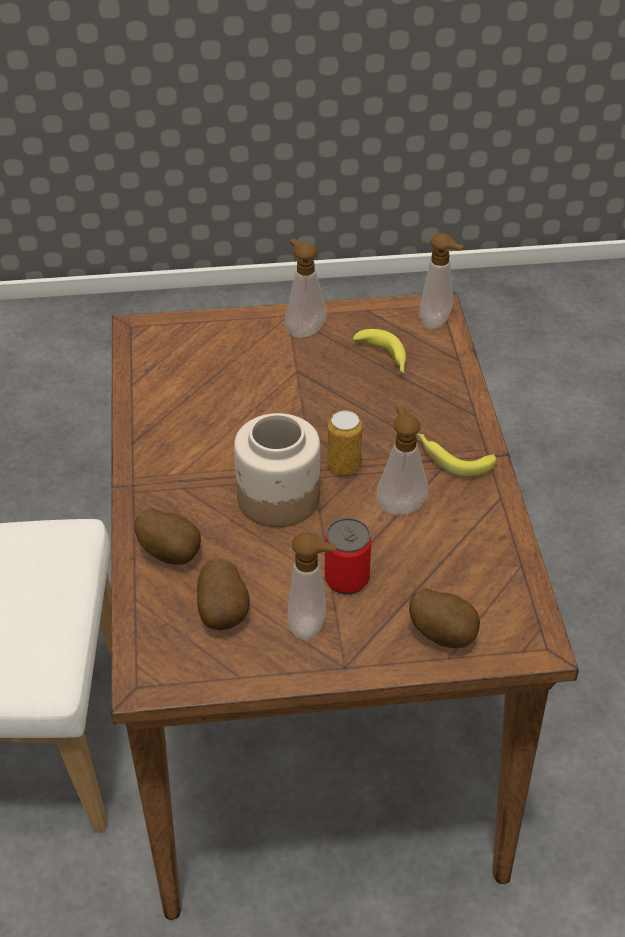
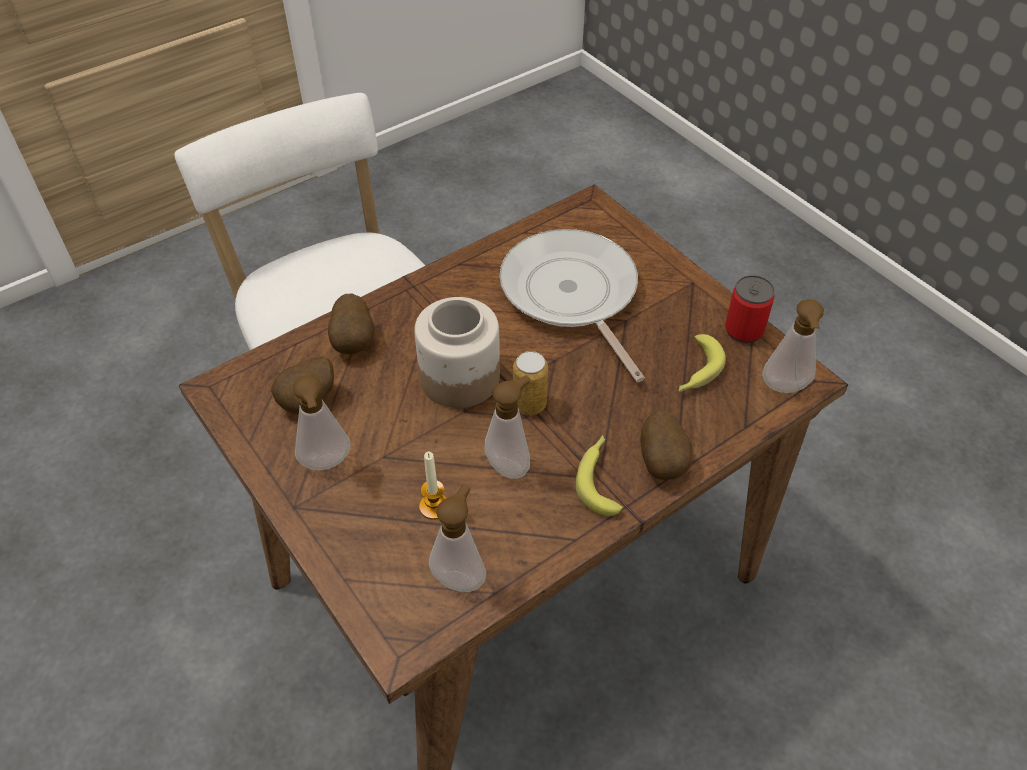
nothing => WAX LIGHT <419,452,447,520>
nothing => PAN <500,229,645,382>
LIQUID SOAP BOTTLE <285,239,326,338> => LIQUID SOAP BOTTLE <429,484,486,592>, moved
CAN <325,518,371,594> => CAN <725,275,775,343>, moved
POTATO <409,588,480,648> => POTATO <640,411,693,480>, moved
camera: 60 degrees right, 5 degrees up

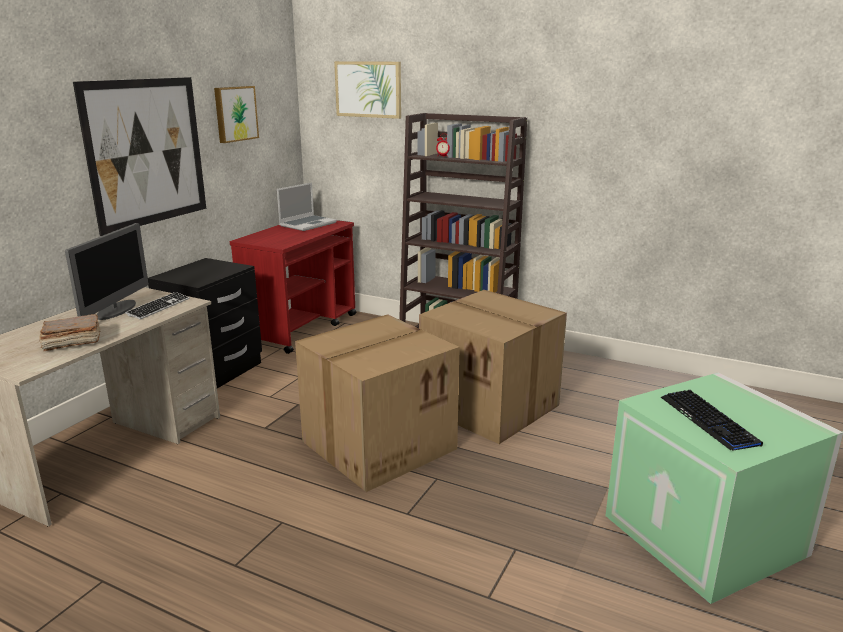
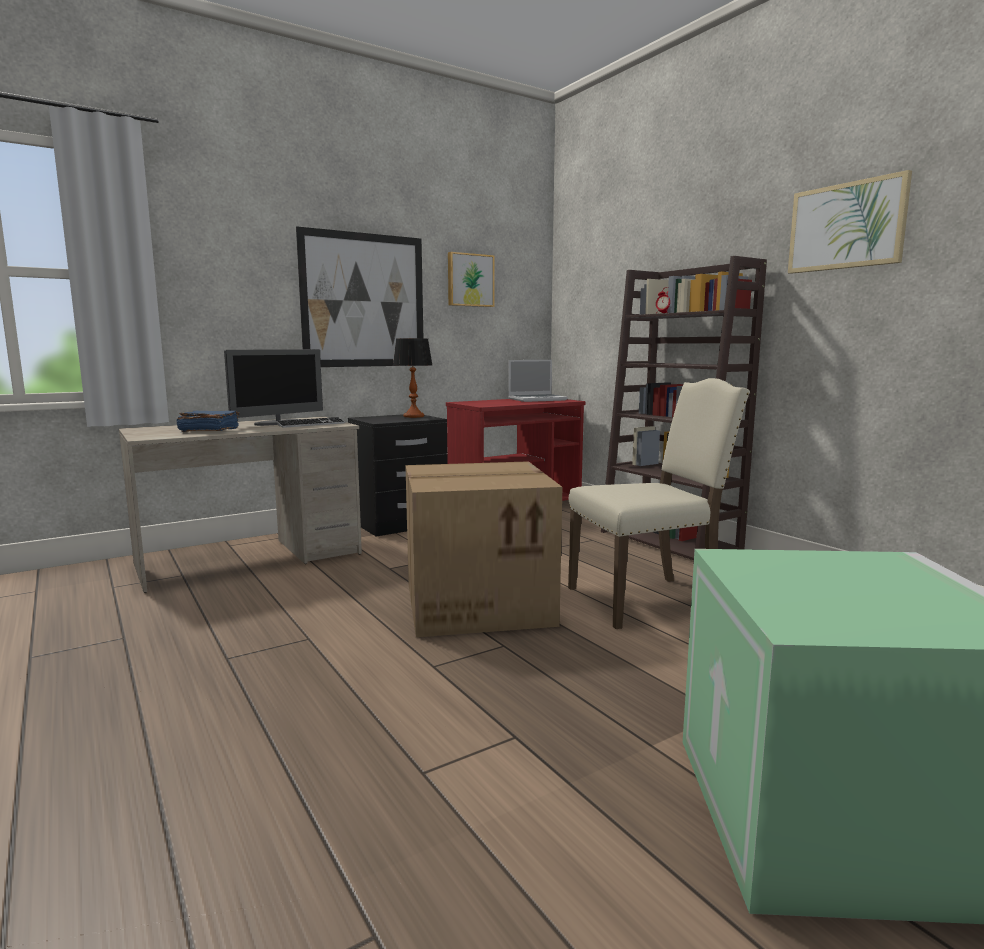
PC KEYBOARD <661,390,763,451> => nothing
nothing => LAMP FOR A TABLE <393,338,432,418>
WALL PICTURE <334,61,401,119> => WALL PICTURE <788,170,912,274>, moved
CARTON <419,290,567,444> => BEIGE-COLOURED UPRIGHT CHAIR <568,378,750,629>
BROWN-COLOURED BOOK <39,314,100,351> => BLUE-COLOURED BOOK <177,410,240,432>
camera: 30 degrees right, 10 degrees down

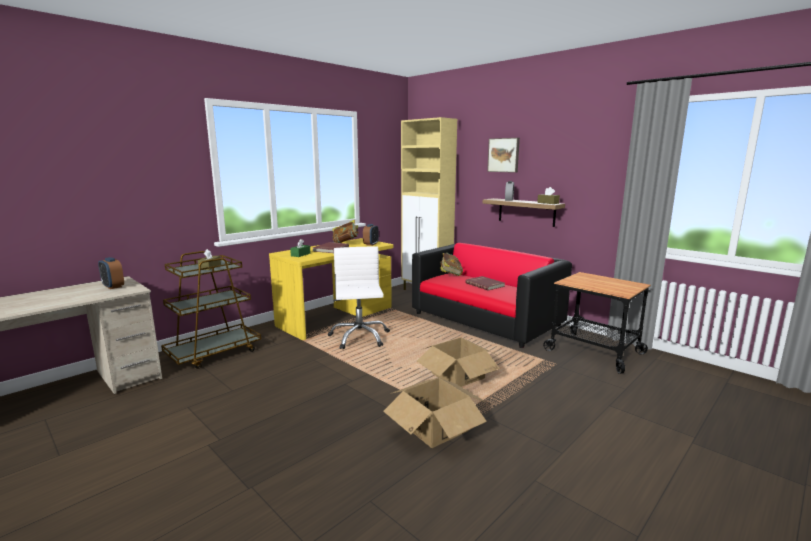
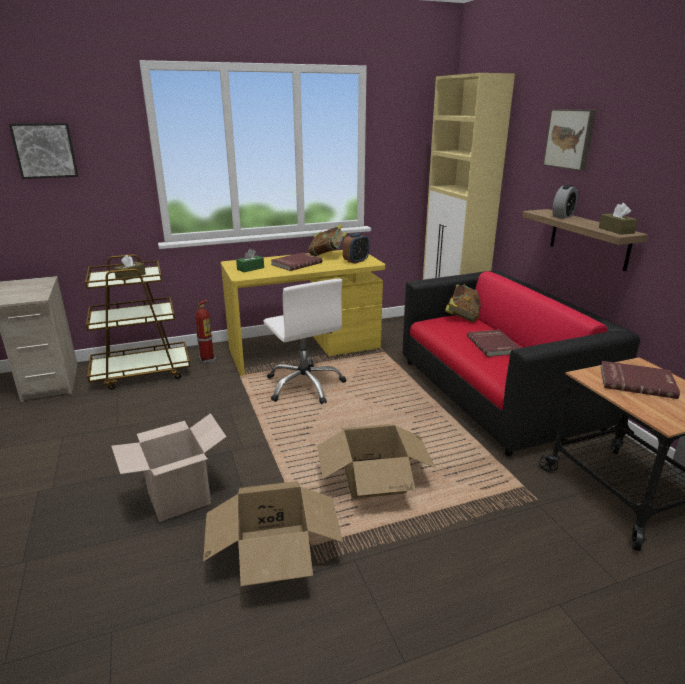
TABLE CLOCK <98,257,124,289> => nothing
nothing => WALL PICTURE <9,123,78,179>
nothing => CARTON <111,413,226,522>
nothing => FIRE-FIGHTING CYLINDER <196,300,216,364>
nothing => RED-COLOURED BOOK <600,361,680,399>
WHITE-COLOURED DESK CHAIR <328,247,390,350> => WHITE-COLOURED DESK CHAIR <263,279,346,404>, 135 degrees clockwise
camera: 25 degrees right, 10 degrees up

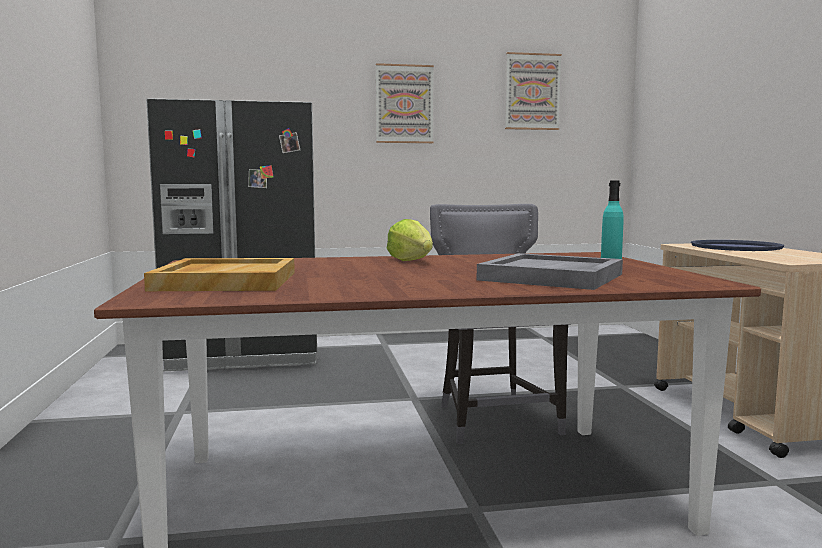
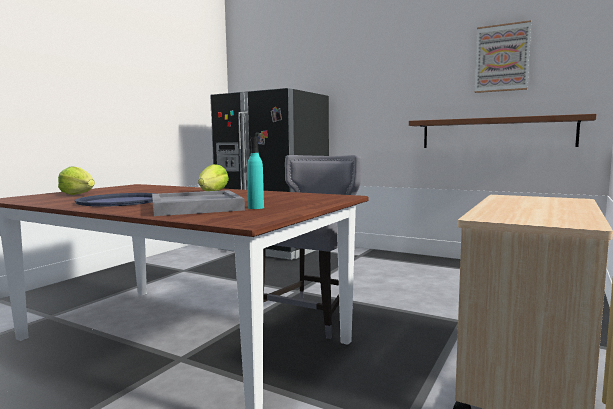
WALL PICTURE <376,63,434,143> => nothing
nothing => BROWN-COLOURED SHELF <409,114,596,148>
BLUE-COLOURED TRAY <691,240,784,251> => BLUE-COLOURED TRAY <75,193,157,207>, moved
BEIGE-COLOURED TRAY <144,258,295,291> => HEAD OF LETTUCE <58,167,95,195>
camera: 40 degrees right, 0 degrees up

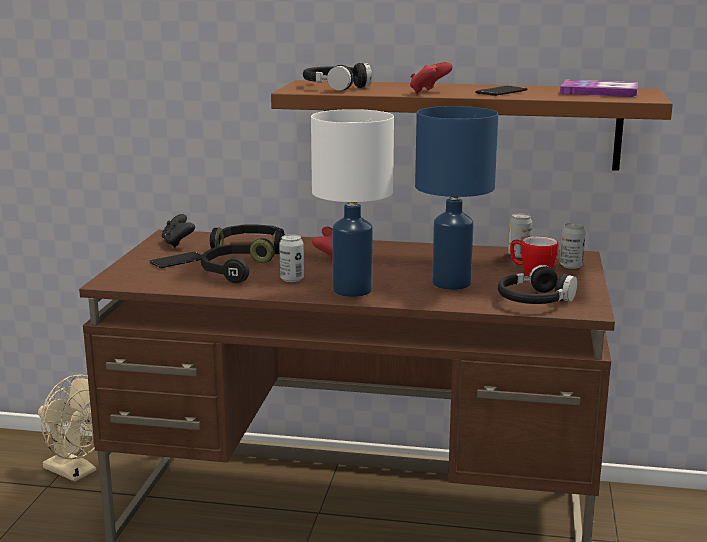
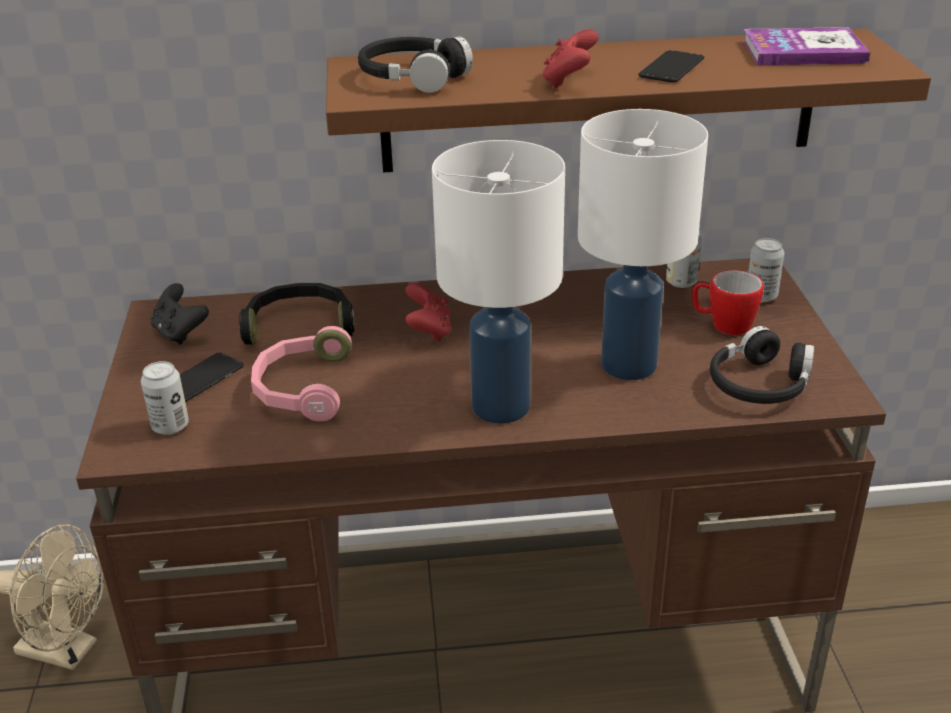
CAN <279,234,304,282> => CAN <141,361,189,435>, moved
BLACKISH HEADPHONES <201,238,275,284> => PINK HEADPHONES <251,326,352,422>
BLUE-COLOURED LAMP FOR A TABLE <415,106,498,290> => WHITE-COLOURED LAMP FOR A TABLE <578,109,708,380>
camera: 15 degrees left, 15 degrees up

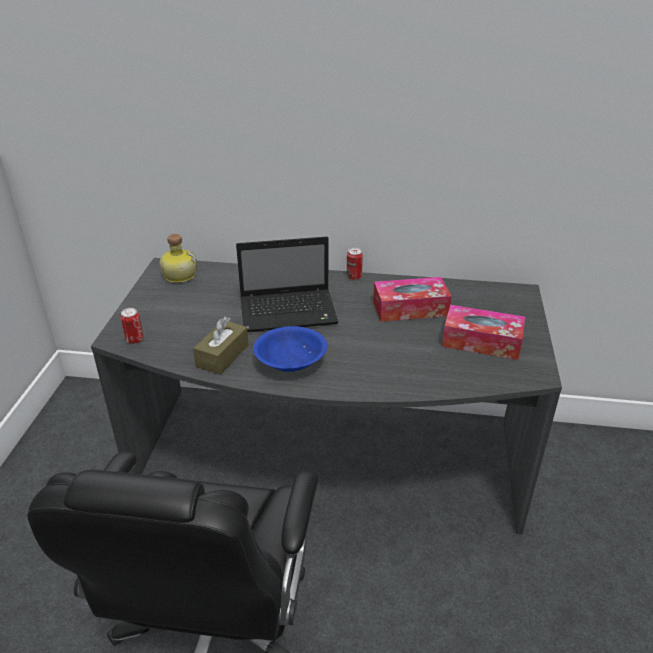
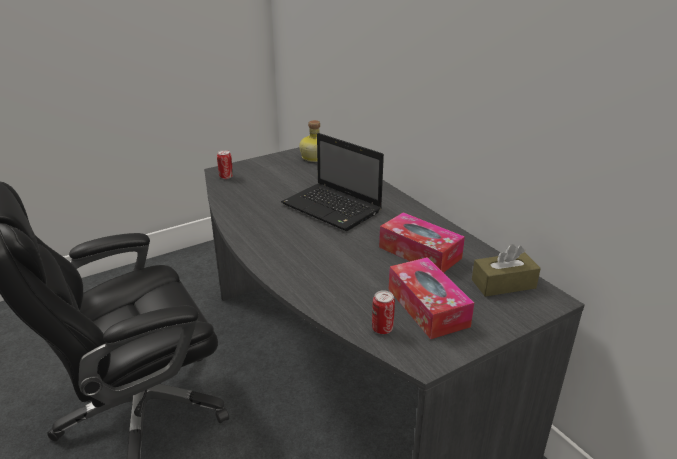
BLUE-COLOURED BOWL <253,326,327,372> => nothing
BROWN-COLOURED BOX OF TISSUES <193,316,249,375> => BROWN-COLOURED BOX OF TISSUES <472,244,541,297>, moved
CAN <347,248,363,280> => CAN <372,290,395,334>, moved
camera: 50 degrees right, 5 degrees down

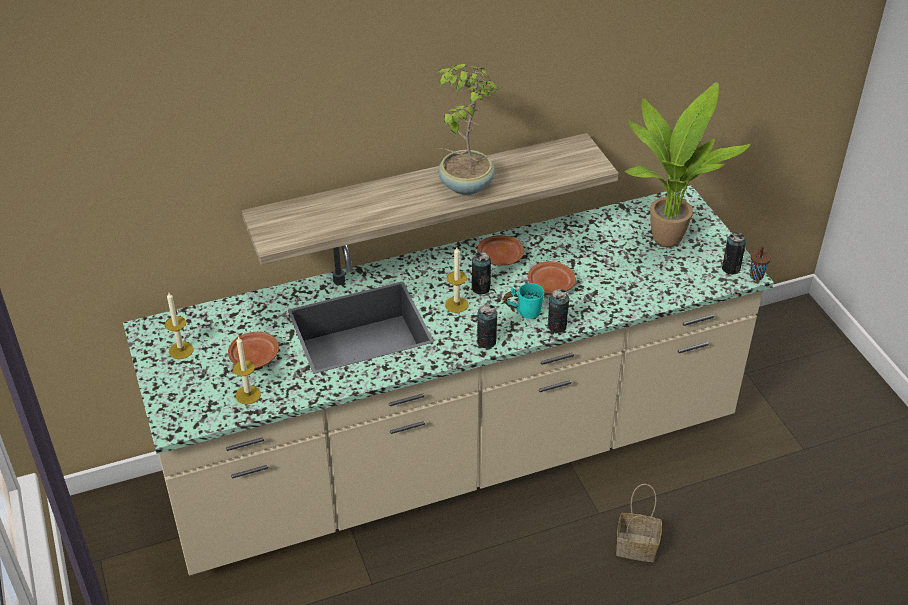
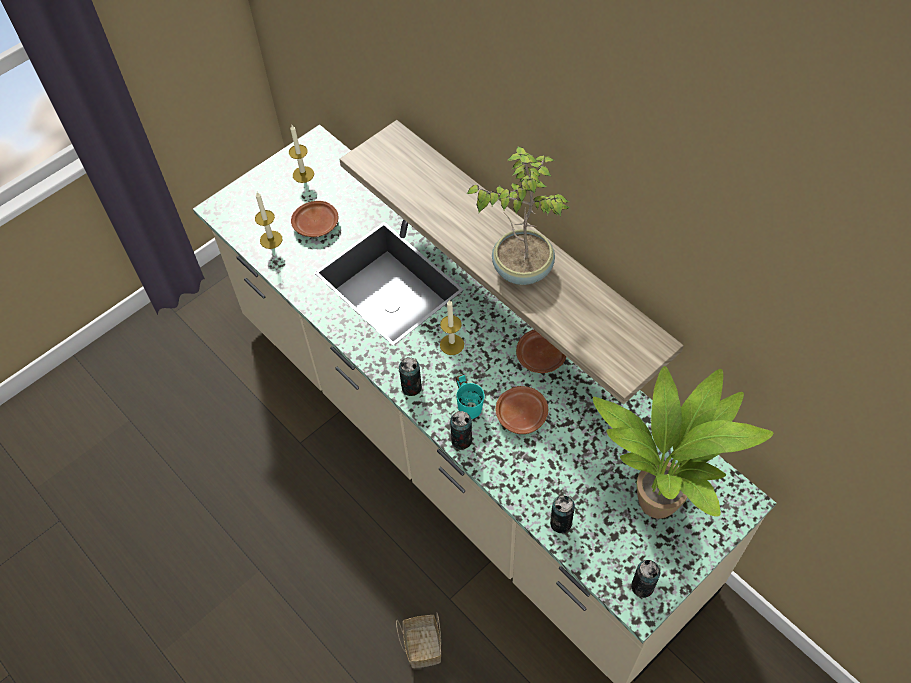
BROWN-COLOURED DRINKING CUP <750,246,771,280> => nothing
CAN <472,252,491,295> => CAN <550,495,575,533>, moved
camera: 70 degrees right, 15 degrees up

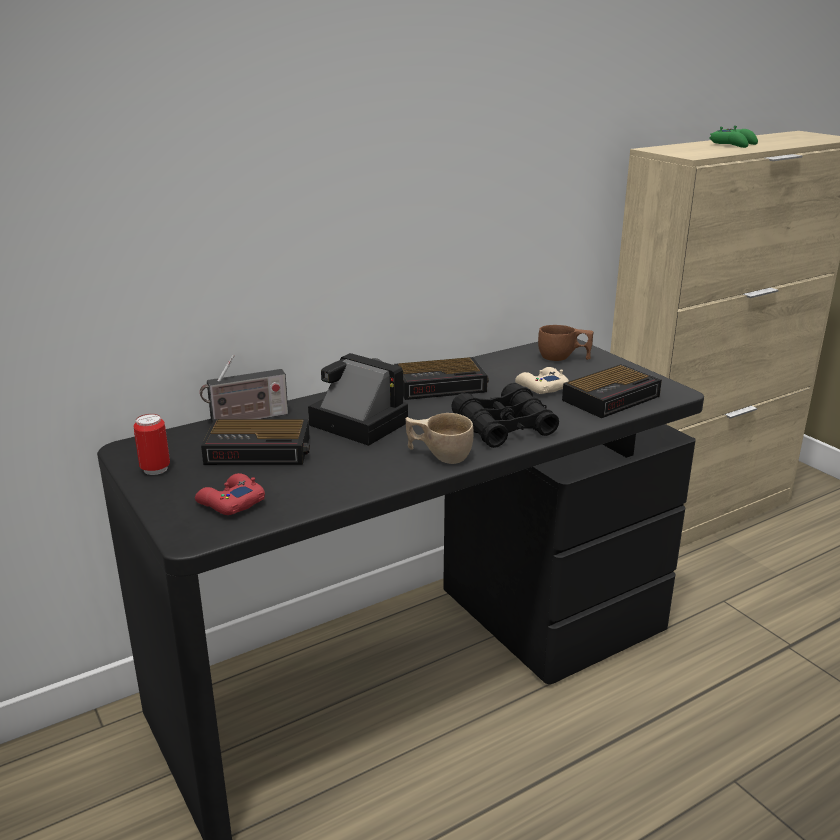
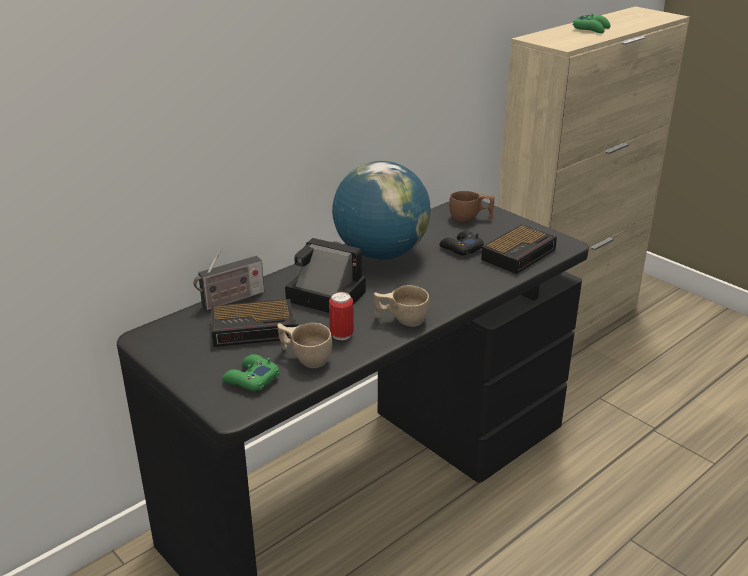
BLACKISH PAIR OF BINOCULARS <451,383,559,448> => nothing
nothing => BEIGE-COLOURED DRINKING CUP <277,323,332,368>
CAN <133,414,170,475> => CAN <329,292,354,340>, moved
TABLE CLOCK <394,357,489,400> => DESK GLOBE <332,161,430,260>
RED-COLOURED JOYPAD <195,473,265,515> => GREEN-COLOURED JOYPAD <222,354,280,391>
BEIGE-COLOURED JOYPAD <515,367,569,394> => BLACKISH JOYPAD <439,231,484,255>
camera: 10 degrees left, 5 degrees up

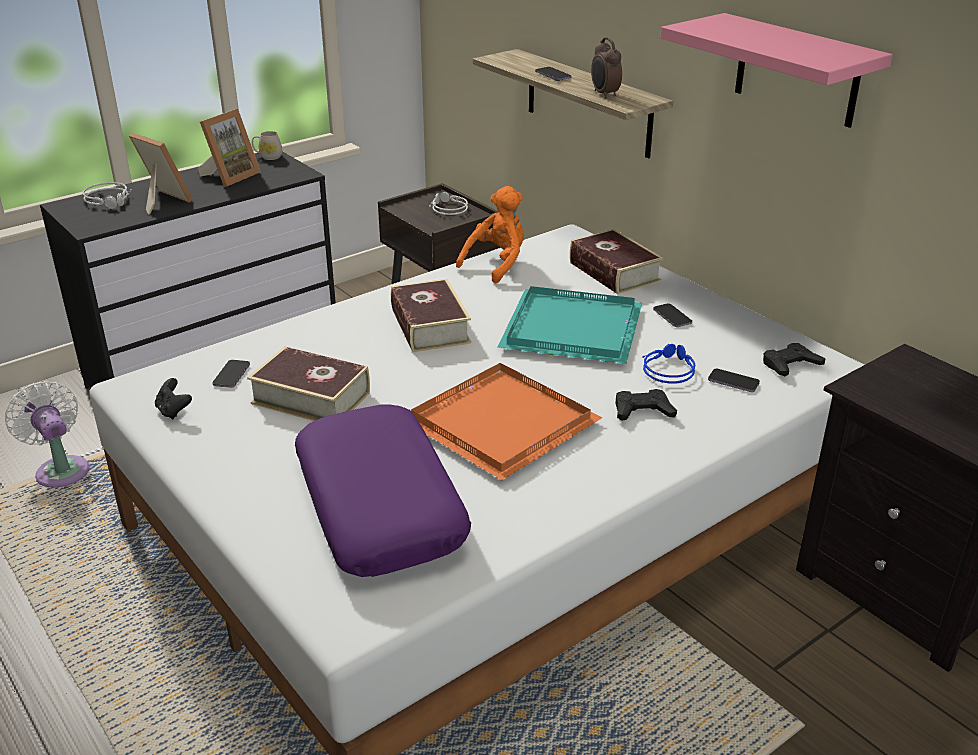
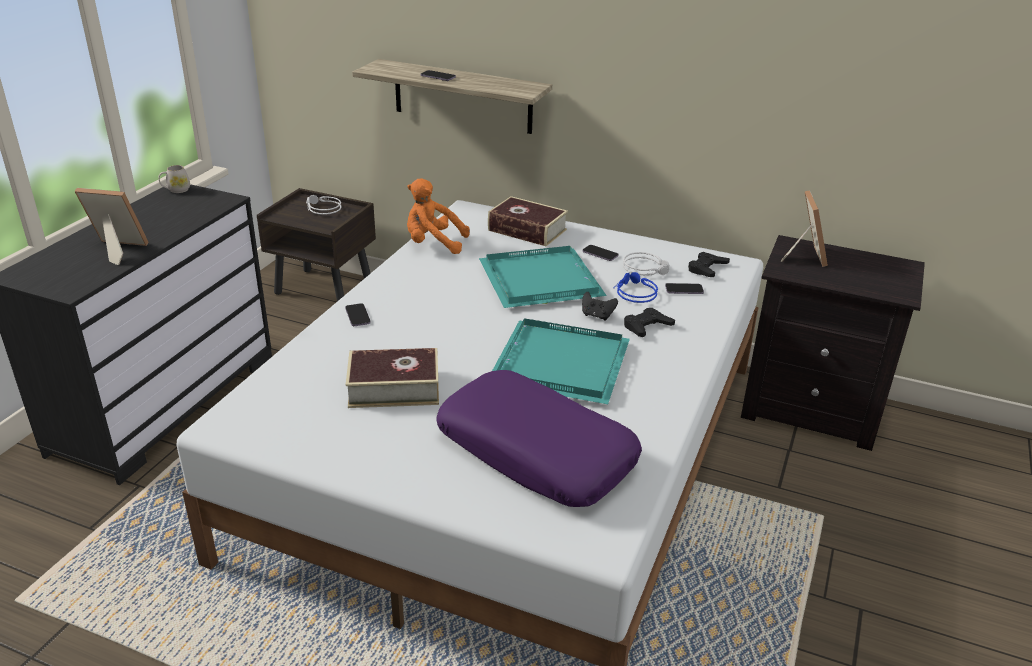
WHITE-COLOURED ELECTRIC FAN <5,381,89,488> => nothing
BOOK <391,279,471,352> => nothing
TABLE CLOCK <591,37,622,99> => nothing
PINK SHELF <660,13,893,128> => nothing
GREYISH HEADPHONES <82,182,132,209> => GREYISH HEADPHONES <623,252,670,275>, moved
BLACKISH JOYPAD <155,378,192,420> => BLACKISH JOYPAD <582,292,618,321>, moved
STANDING FRAME <197,109,261,187> => STANDING FRAME <780,190,828,267>, moved
PHONE <212,360,250,388> => PHONE <345,303,371,326>, moved
ORANGEY TRAY <411,363,602,480> => BLUE-GREEN TRAY <492,318,630,404>
ORANGEY PLUSH TOY <456,186,524,284> => ORANGEY PLUSH TOY <407,179,470,254>, 90 degrees counterclockwise
camera: 30 degrees left, 0 degrees up

